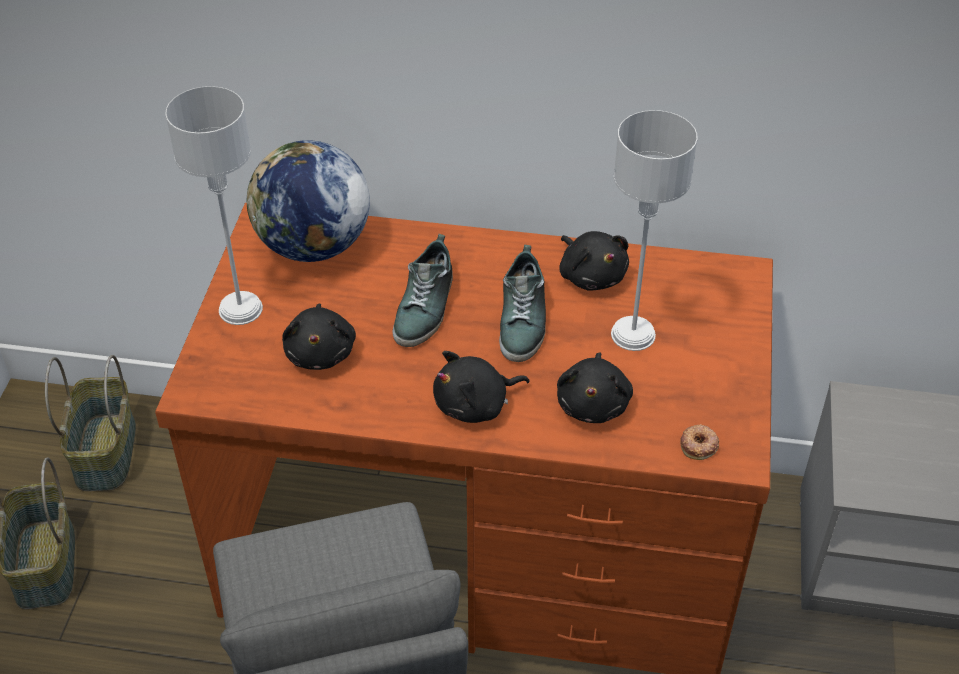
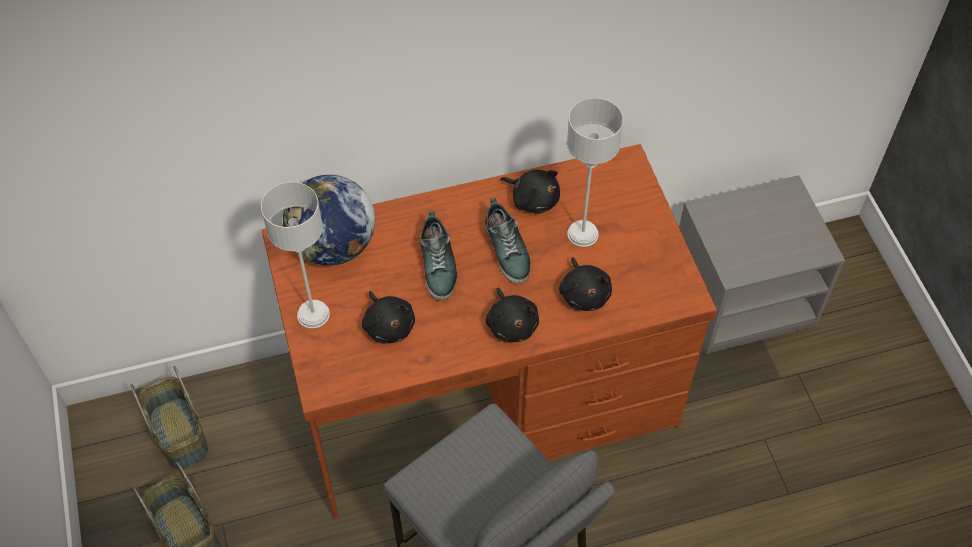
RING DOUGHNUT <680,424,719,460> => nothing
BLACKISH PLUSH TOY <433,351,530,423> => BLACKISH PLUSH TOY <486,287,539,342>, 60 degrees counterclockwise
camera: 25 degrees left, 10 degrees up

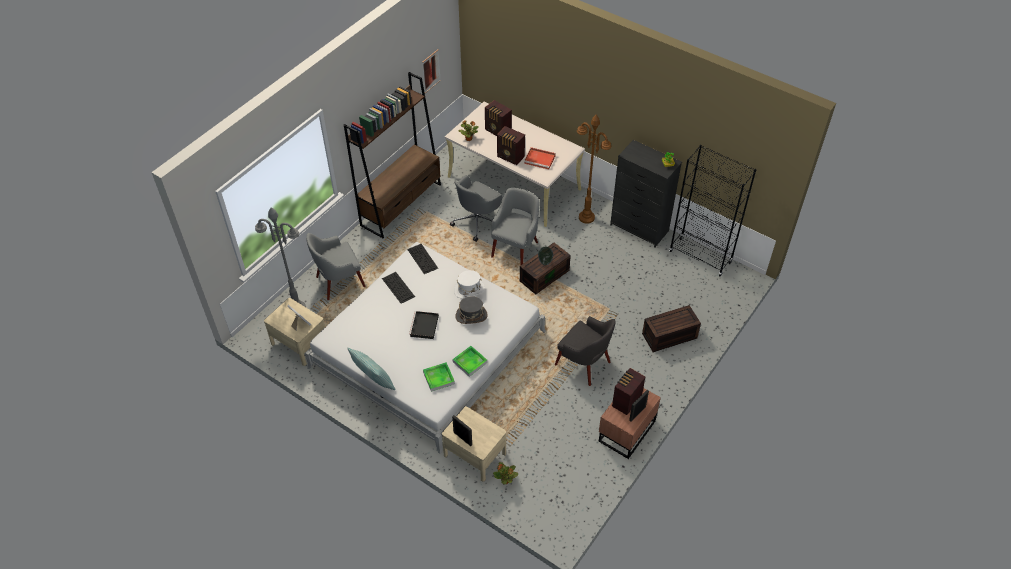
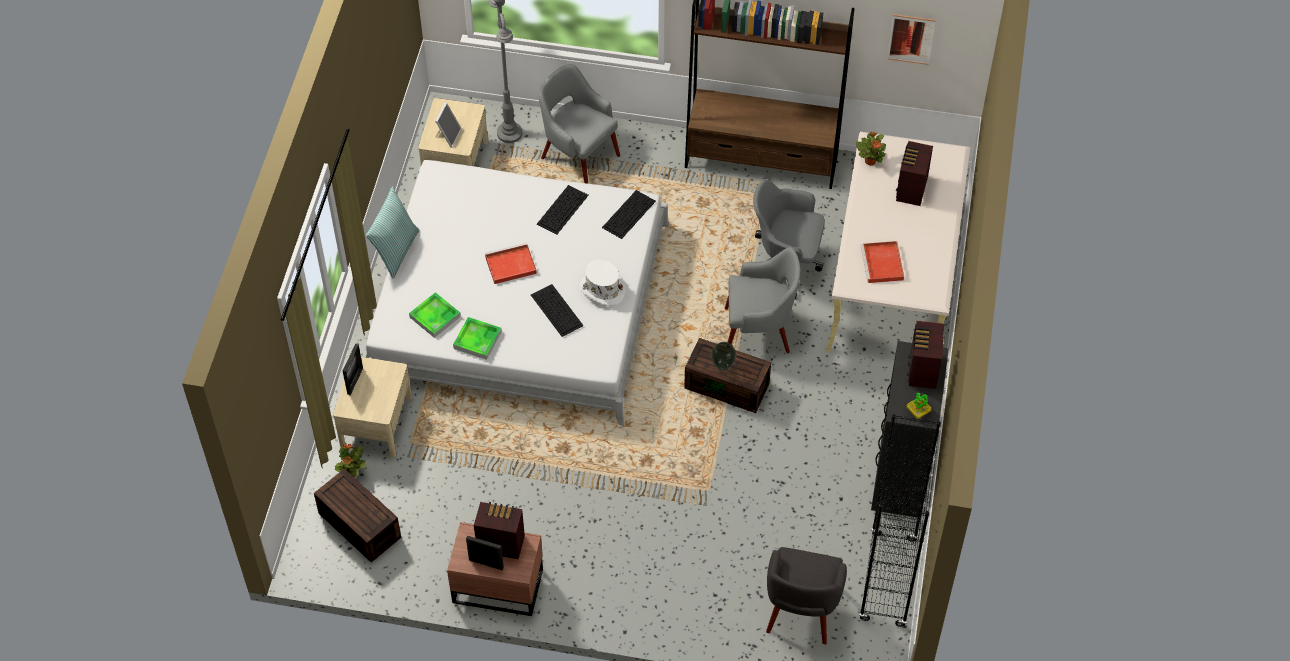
BROWN-COLOURED STANDING LAMP <577,115,611,224> => nothing
RADIO SET <497,126,525,165> => RADIO SET <907,321,944,389>, moved
GREYISH EASY CHAIR <555,316,616,386> => GREYISH EASY CHAIR <766,547,847,645>, moved
BROWN-COLOURED STORAGE CONTAINER <642,305,701,352> => BROWN-COLOURED STORAGE CONTAINER <314,469,401,563>, moved
GREYISH WEARABLE HAT <455,296,488,324> => PC KEYBOARD <531,284,584,337>
BLACKISH TRAY <409,311,439,339> => RED-COLOURED TRAY <485,243,537,284>
camera: 65 degrees right, 5 degrees up

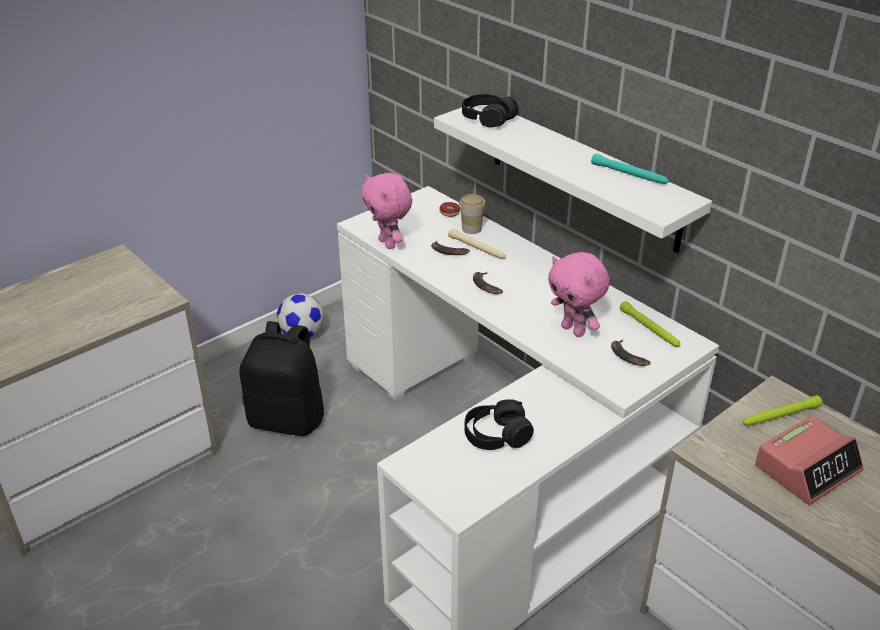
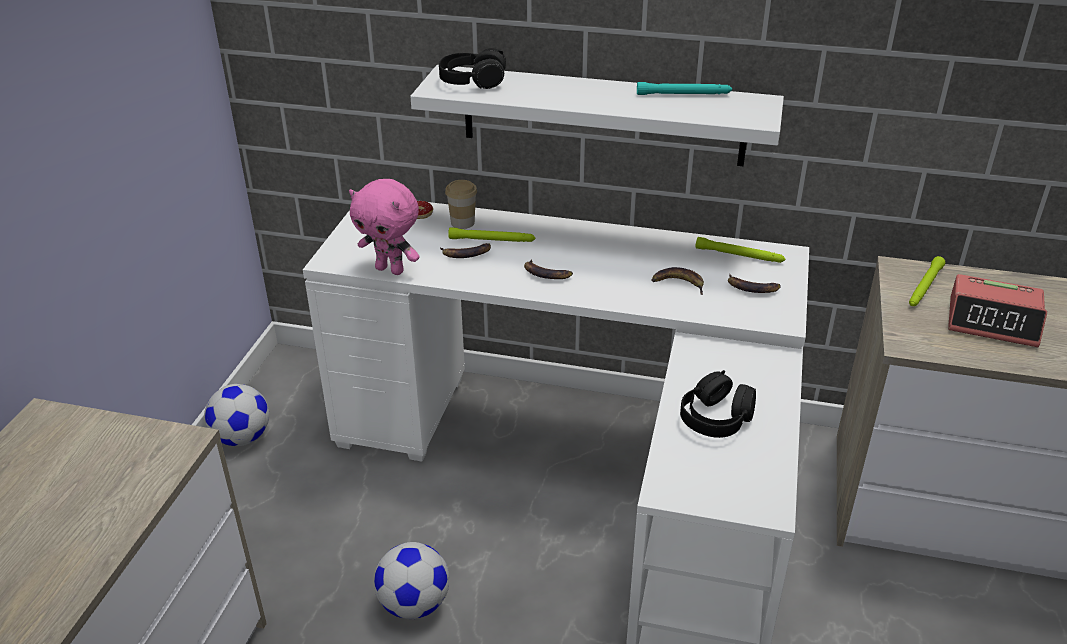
BLACKISH BACKPACK <239,321,324,436> => nothing
nothing => BALL FOR FOOTBALL <374,542,449,619>
PINK PLUSH TOY <548,252,610,337> => WHOLE BANANA <652,267,704,295>
BEIGE-COLOURED TORCH <448,228,506,259> => GREEN-COLOURED TORCH <448,227,535,242>
TABLE CLOCK <755,416,863,505> => TABLE CLOCK <948,274,1047,347>, 90 degrees clockwise
camera: 35 degrees left, 0 degrees up

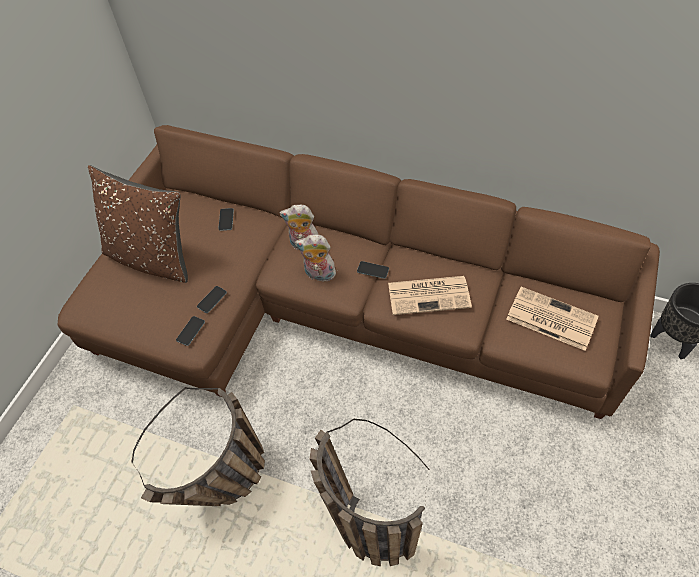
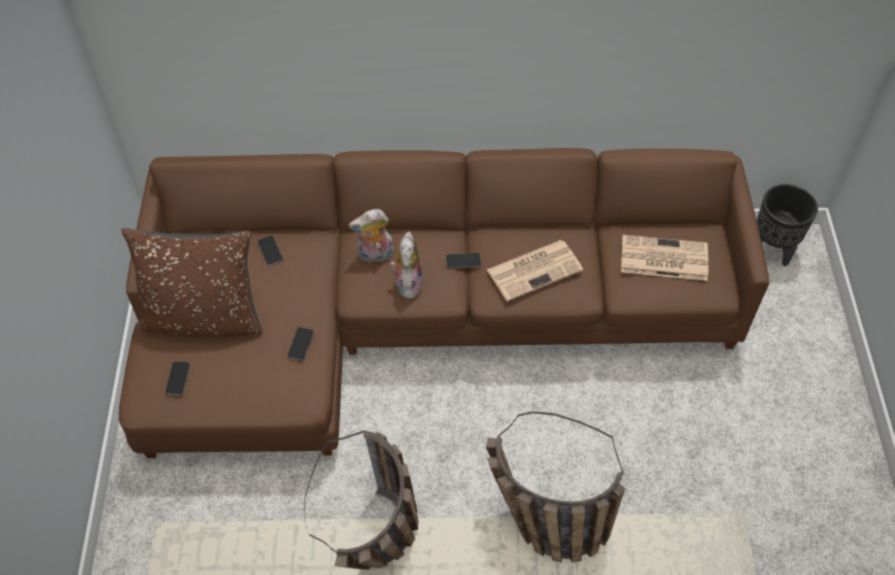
PHONE <176,316,205,346> => PHONE <165,361,190,395>, moved
PLUSH TOY <295,235,336,281> => PLUSH TOY <390,231,423,299>, 105 degrees clockwise
camera: 25 degrees left, 0 degrees up

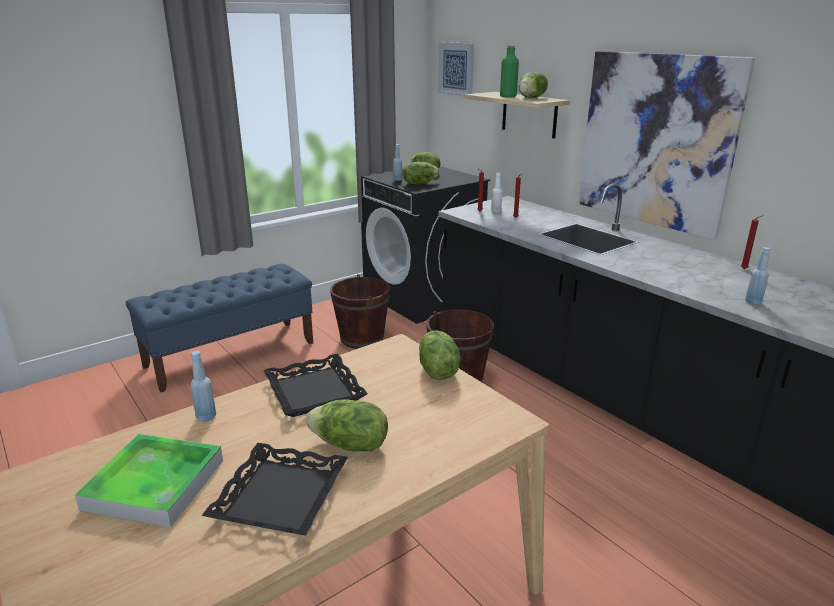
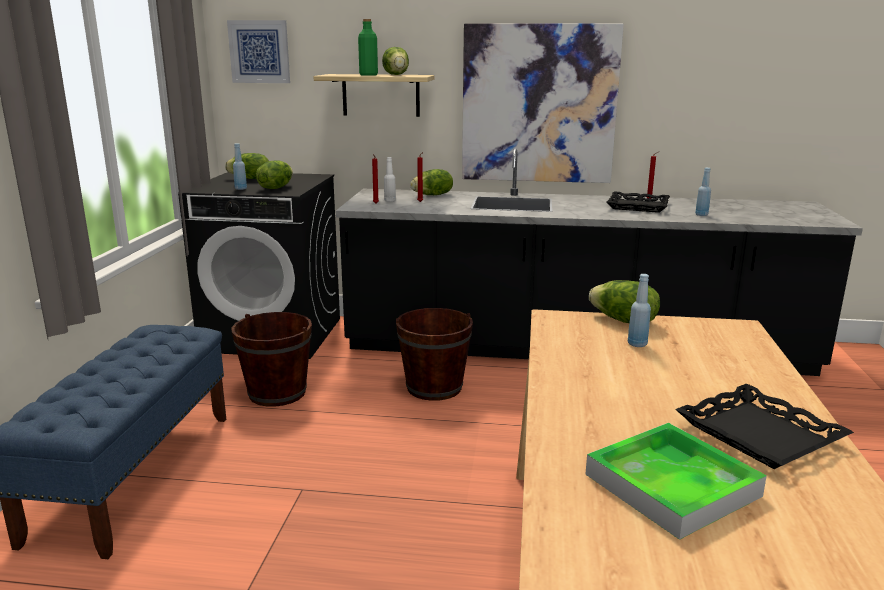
BLUE-COLOURED DRINK BOTTLE <191,351,216,422> => BLUE-COLOURED DRINK BOTTLE <628,274,651,347>, moved
BLACKISH TRAY <263,354,368,417> => BLACKISH TRAY <606,191,670,213>, moved
HEAD OF LETTUCE <306,399,388,451> => HEAD OF LETTUCE <410,169,453,195>, moved
camera: 45 degrees left, 5 degrees down

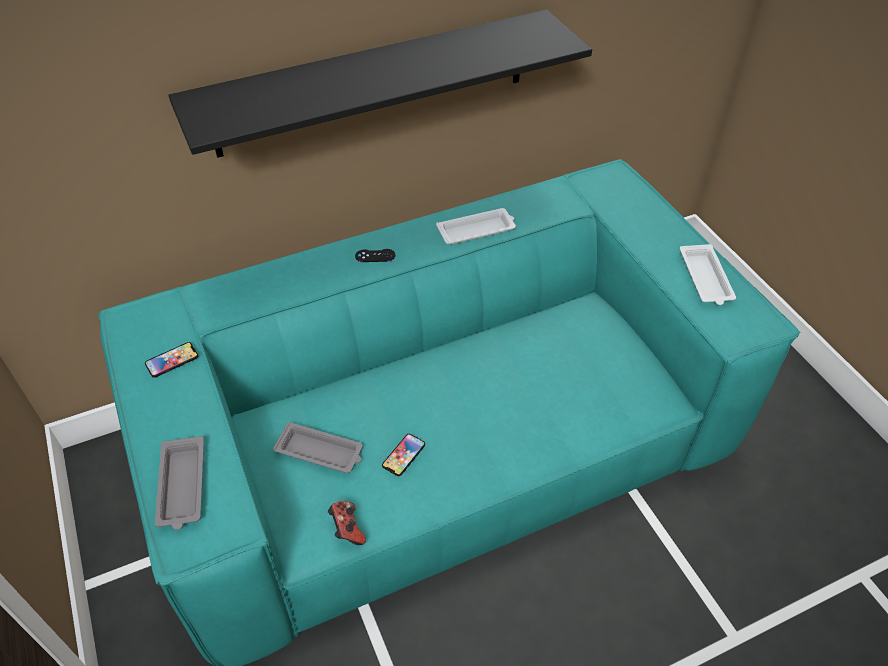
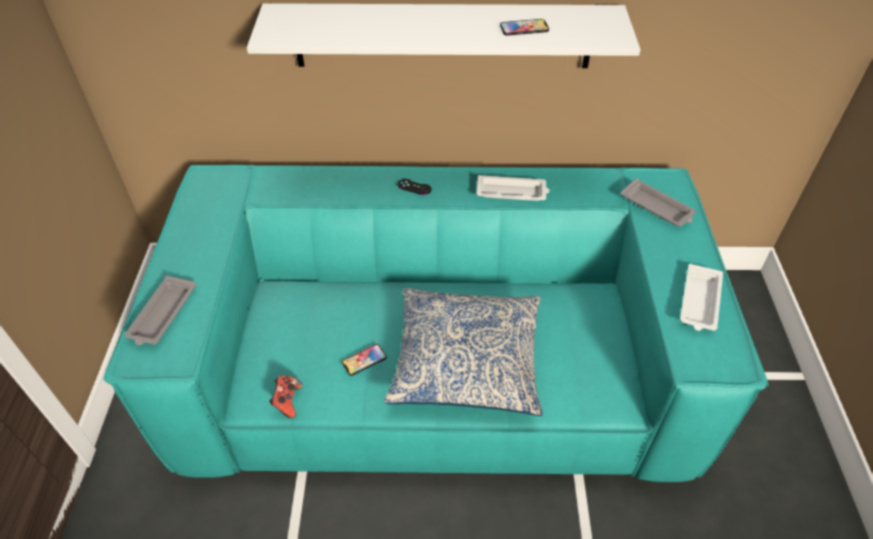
nothing => CUSHION <384,288,543,416>
PHONE <145,342,198,378> => PHONE <500,19,549,36>, moved
GREYISH TRAY <273,422,363,473> => GREYISH TRAY <620,179,696,227>, moved
BLACKISH SHELF <168,9,592,158> => WHITE-COLOURED SHELF <247,3,641,68>
camera: 25 degrees right, 0 degrees up

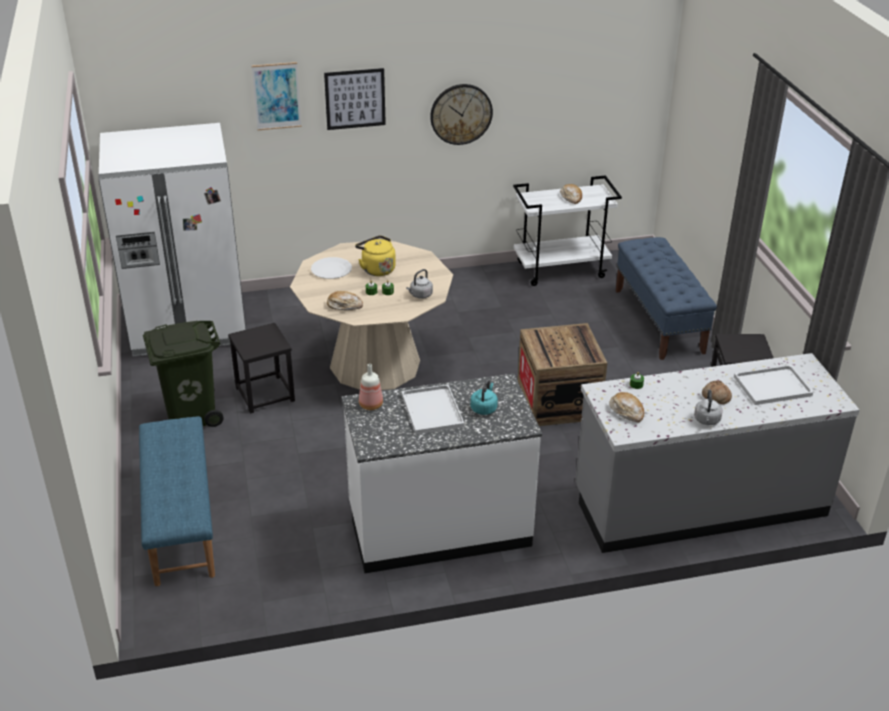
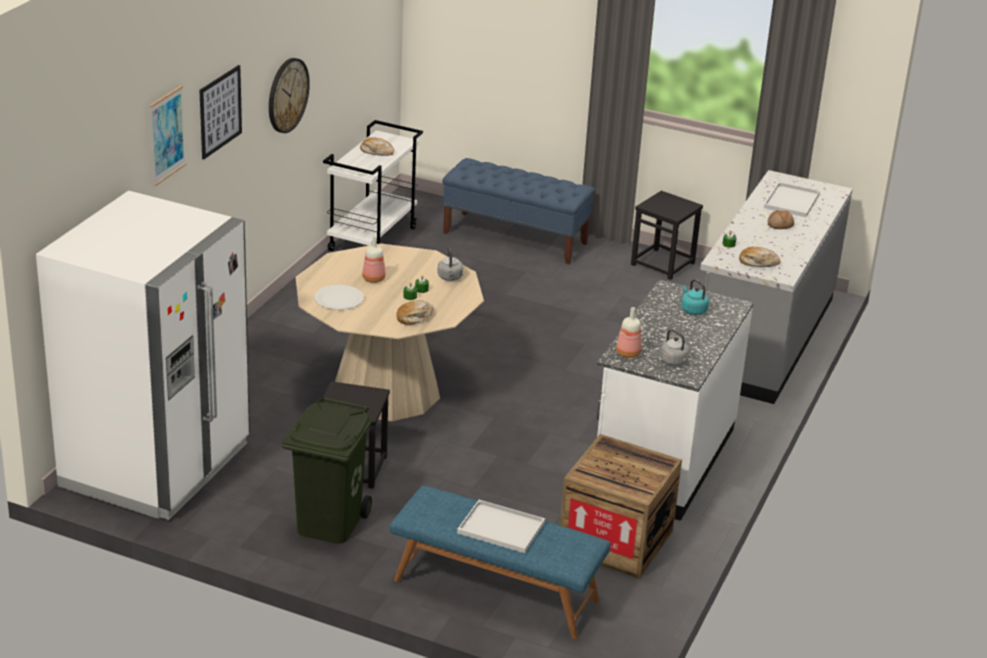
WHITE-COLOURED TRAY <402,384,464,434> => WHITE-COLOURED TRAY <457,500,545,553>, moved
PACKING CRATE <518,323,607,426> => PACKING CRATE <560,434,682,579>, moved
GREYISH KETTLE <694,390,723,425> => GREYISH KETTLE <660,329,692,366>, moved
YELLOW KETTLE <355,235,396,276> => DRINK BOTTLE <362,236,386,283>
camera: 55 degrees left, 5 degrees down

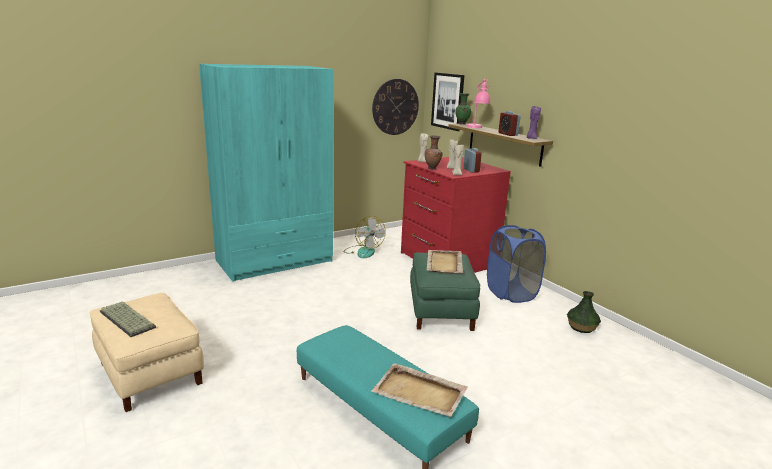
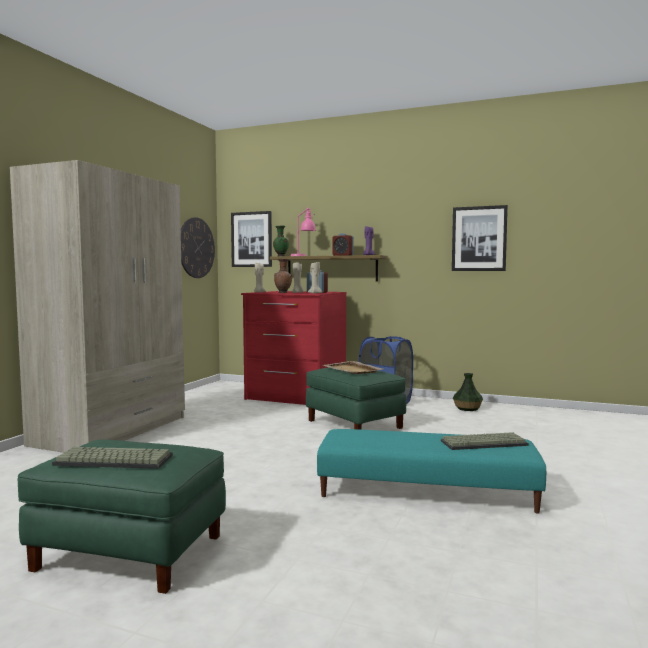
ELECTRIC FAN <344,216,386,258> => nothing
nothing => WALL PICTURE <452,205,508,271>
BEIGE-COLOURED TRAY <371,363,468,417> => PC KEYBOARD <441,432,529,450>
BEIGE-COLOURED FOOTREST <90,293,204,412> => GREEN-COLOURED FOOTREST <17,440,226,594>
BLUE-GREEN CLOTHES CUPBOARD <199,64,334,282> => BEIGE-COLOURED CLOTHES CUPBOARD <10,160,185,453>
camera: 35 degrees left, 15 degrees down

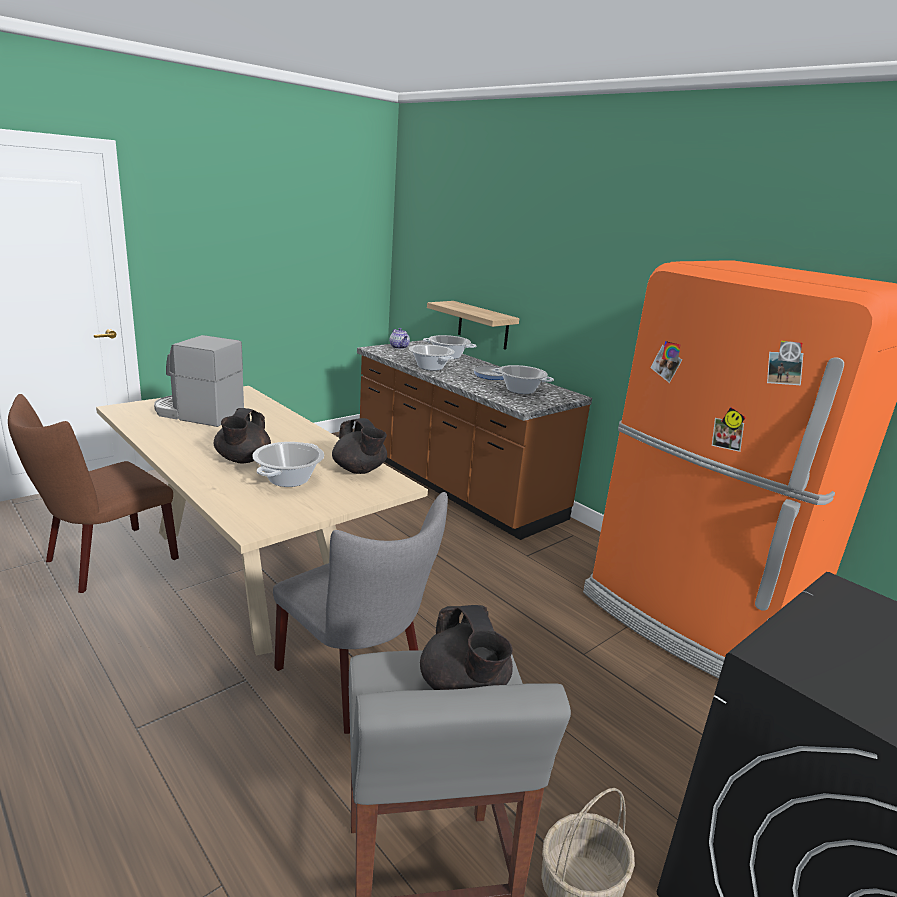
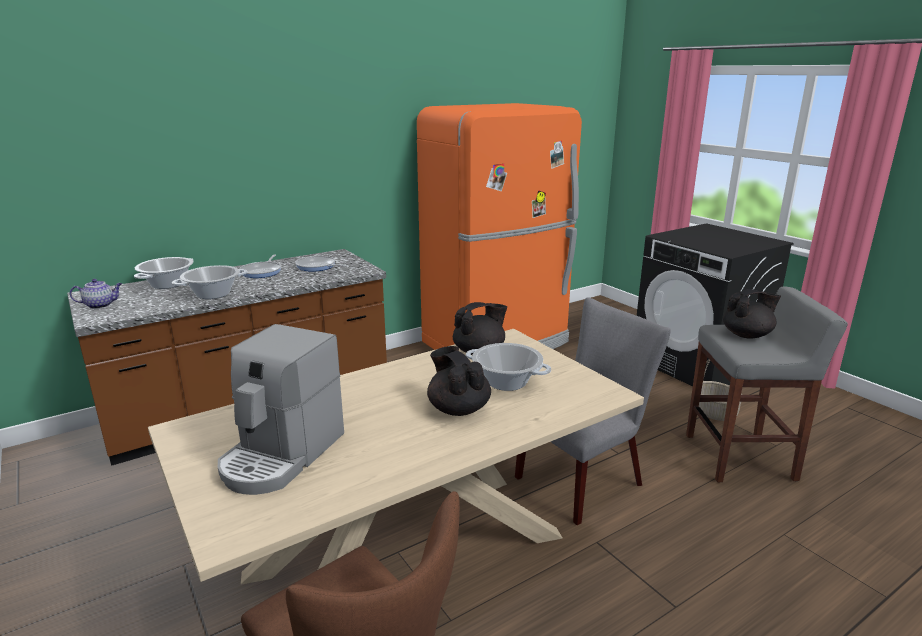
SHELF <427,301,519,350> => nothing
STOCKPOT <492,365,554,394> => PAN <295,256,347,272>
BLACKISH TEAPOT <214,408,271,463> => BLACKISH TEAPOT <427,346,491,416>, 135 degrees counterclockwise
camera: 80 degrees left, 0 degrees up

